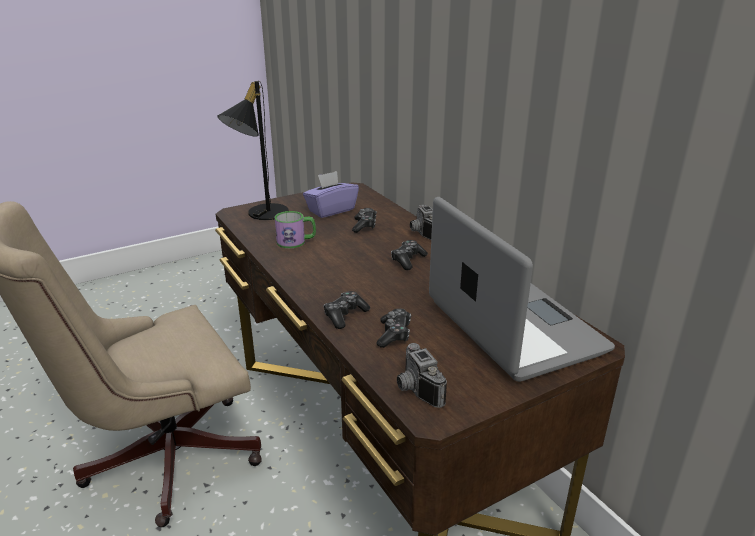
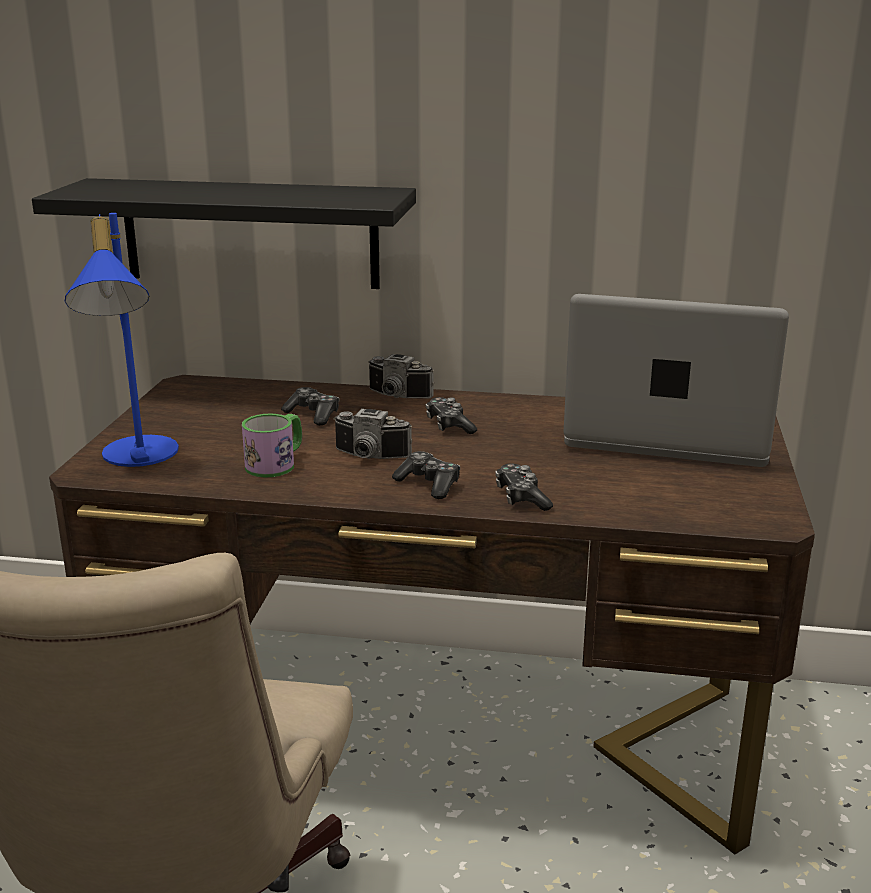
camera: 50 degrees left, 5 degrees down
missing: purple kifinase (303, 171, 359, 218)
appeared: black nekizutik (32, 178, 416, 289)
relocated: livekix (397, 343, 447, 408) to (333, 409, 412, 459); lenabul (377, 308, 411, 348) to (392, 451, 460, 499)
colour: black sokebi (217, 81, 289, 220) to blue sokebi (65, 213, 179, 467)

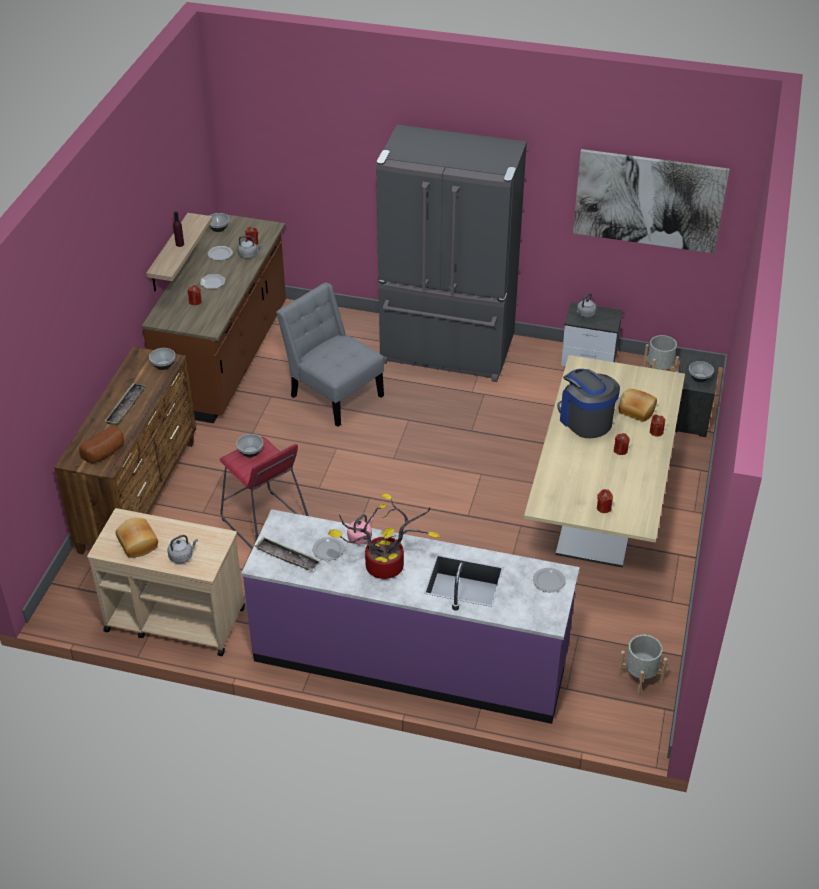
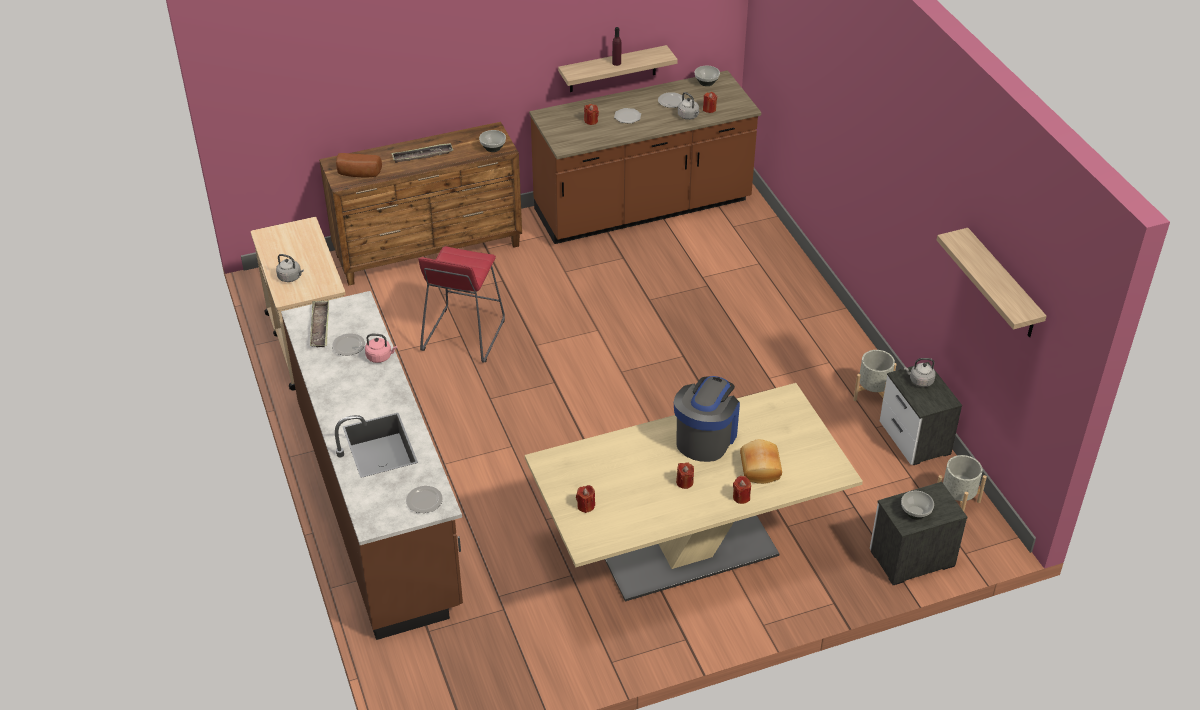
camera: 55 degrees right, 0 degrees up
missing: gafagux (115, 518, 158, 558); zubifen (236, 434, 263, 457); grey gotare (276, 282, 384, 427); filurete (328, 494, 440, 579); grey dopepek (376, 125, 527, 382)
relocated: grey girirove (618, 635, 667, 696) to (853, 350, 896, 408)
exchanged: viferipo (573, 149, 730, 253) to nekizutik (936, 228, 1046, 337)
colour: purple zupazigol (241, 509, 580, 724) to brown zupazigol (281, 291, 463, 640)

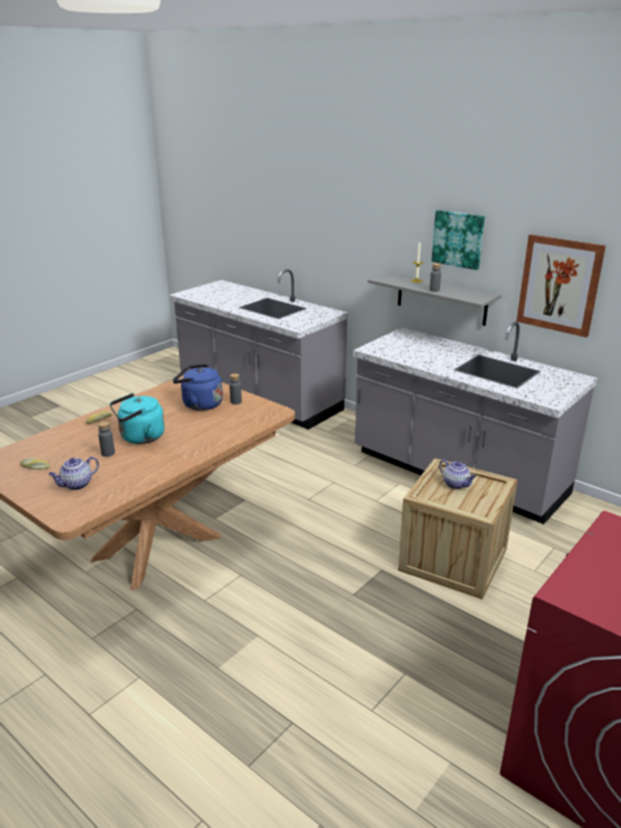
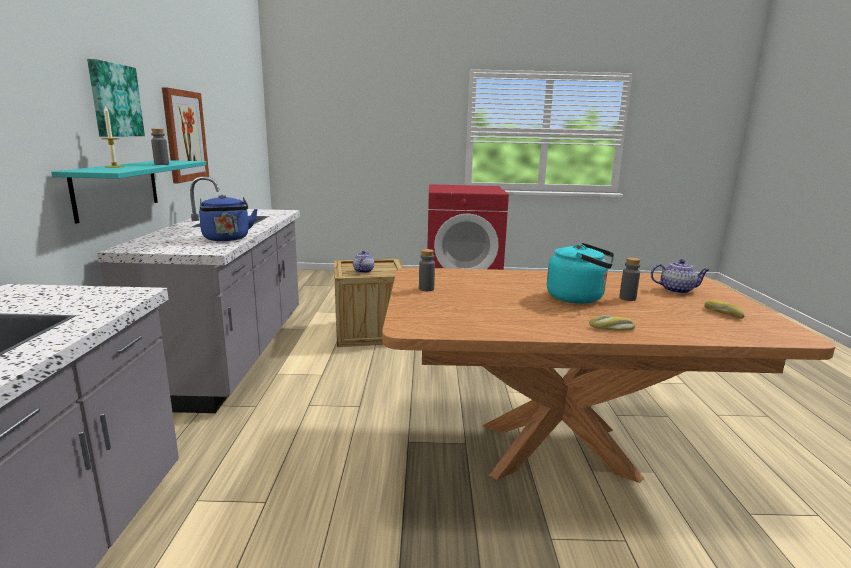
camera: 130 degrees left, 10 degrees down
relocated: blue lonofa (173, 364, 223, 411) to (199, 194, 258, 241)
colour: grey nekizutik (368, 272, 502, 326) to turquoise nekizutik (51, 160, 207, 224)

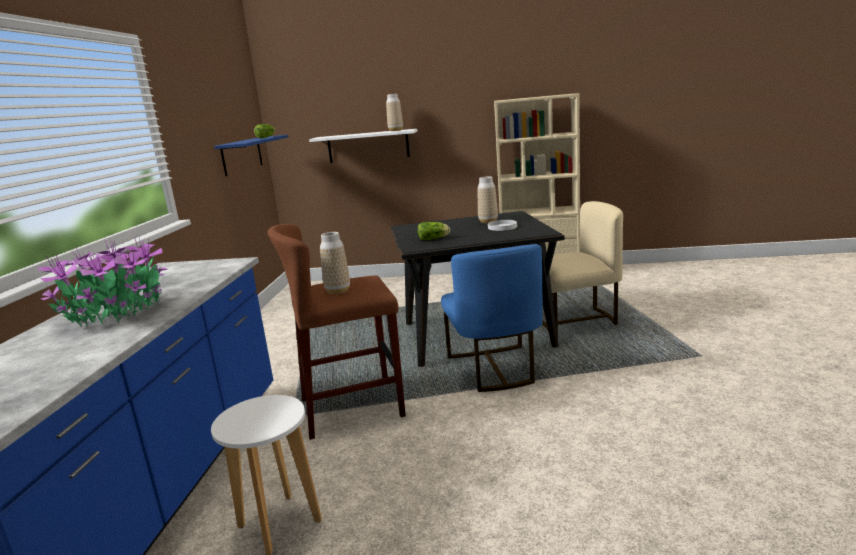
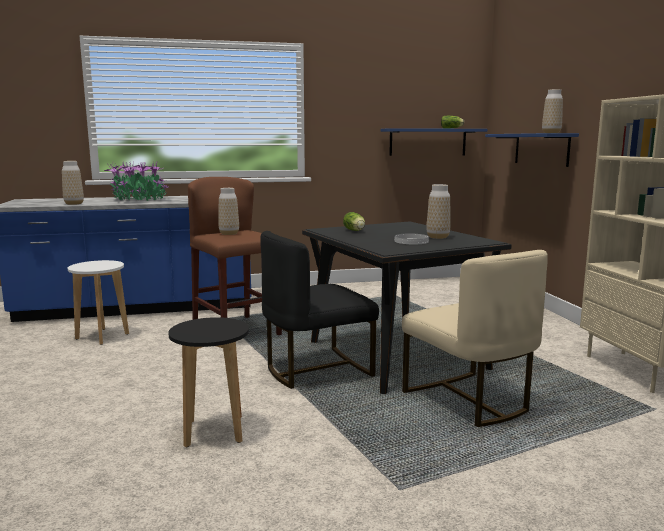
camera: 70 degrees right, 5 degrees down
appeared: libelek (62, 161, 84, 205); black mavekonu (168, 317, 249, 447)
colour: blue gotare (441, 244, 543, 392) to black gotare (260, 231, 379, 389); white nekizutik (309, 129, 417, 163) to blue nekizutik (485, 133, 579, 167)

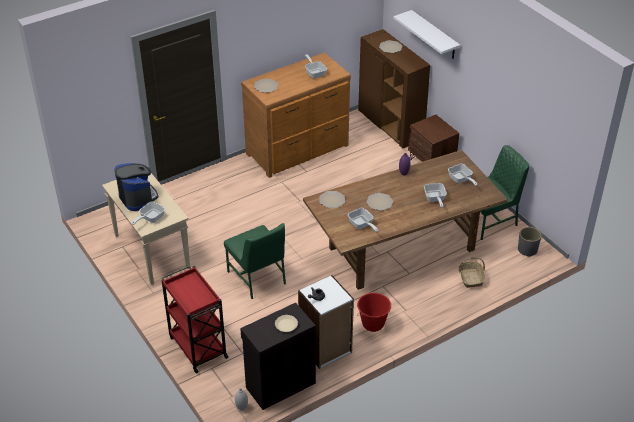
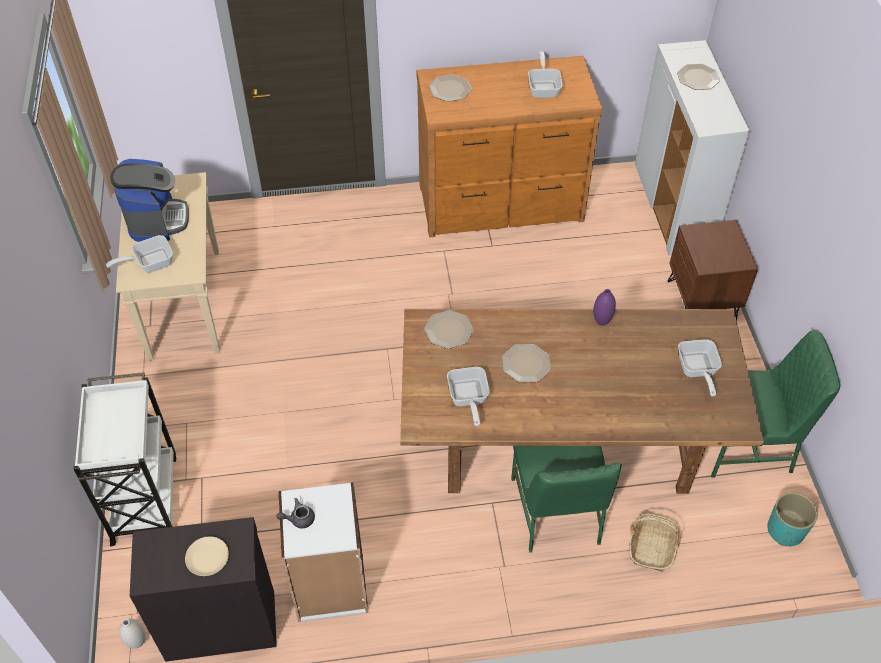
camera: 25 degrees right, 10 degrees up
missing: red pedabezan (357, 293, 391, 332); white nekizutik (393, 10, 460, 59); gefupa (424, 183, 447, 208)
relocated: green gotare (224, 223, 286, 299) to (511, 446, 622, 553)
colour: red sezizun (161, 265, 228, 373) to white sezizun (73, 372, 176, 547); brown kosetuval (358, 29, 430, 148) to white kosetuval (635, 40, 750, 256); grey girirove (518, 227, 542, 257) to turquoise girirove (767, 492, 818, 546)

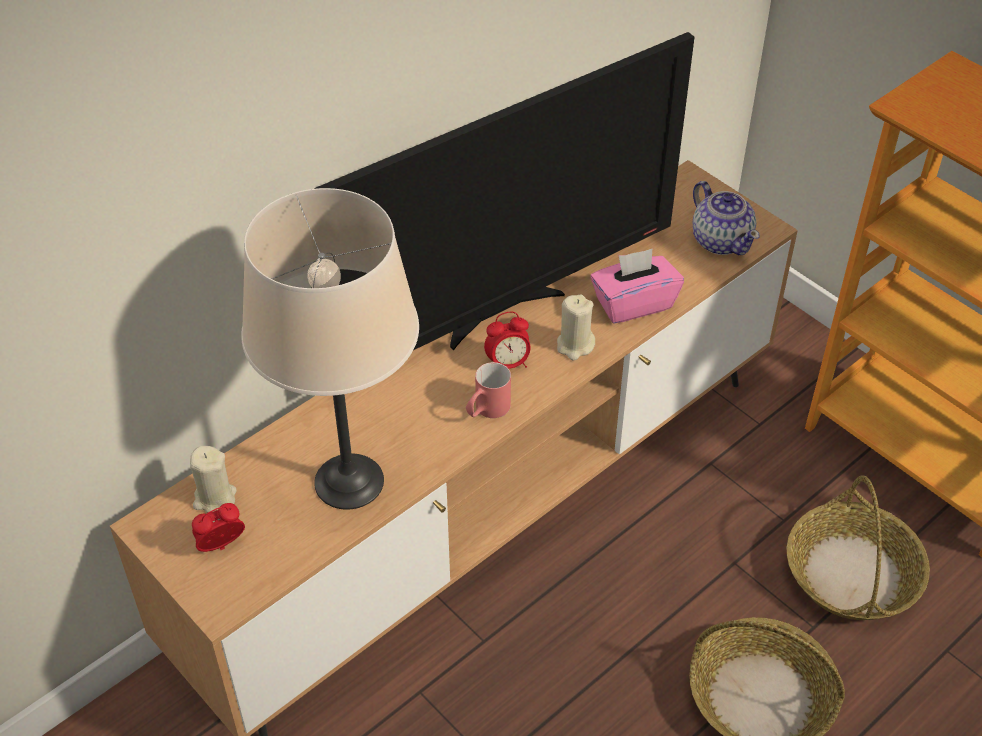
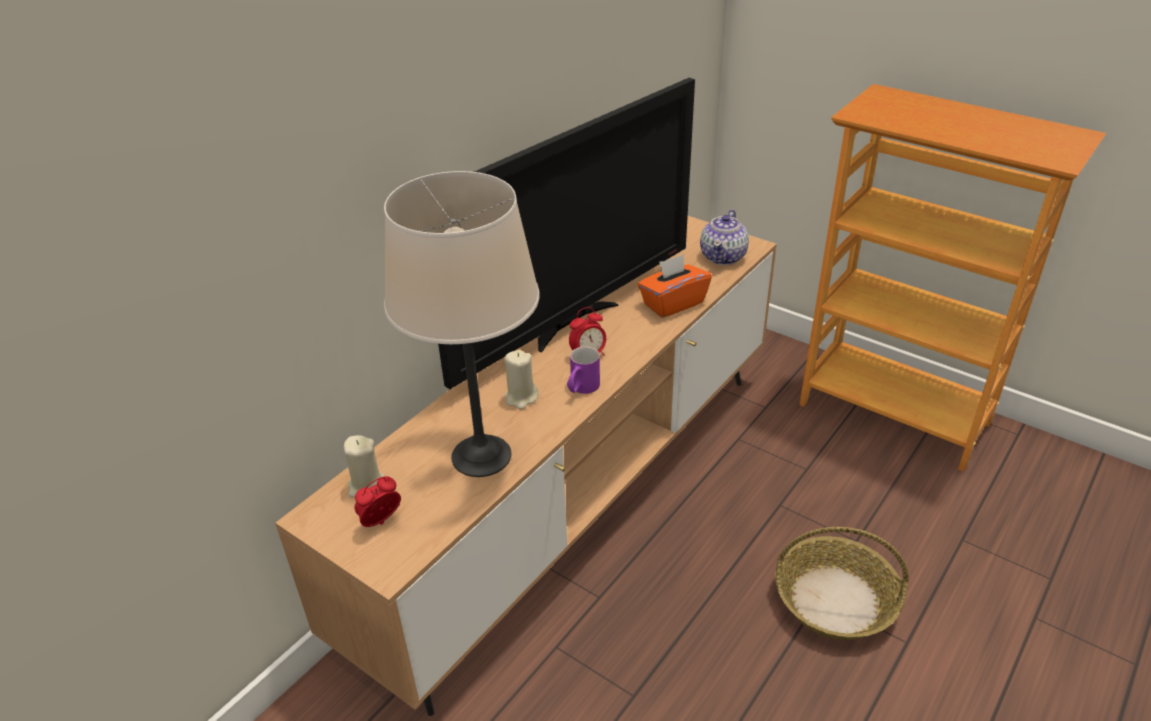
camera: 10 degrees left, 10 degrees down
missing: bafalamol (787, 475, 930, 620)
relocated: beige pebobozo (557, 294, 595, 360) to (504, 350, 539, 409)
colour: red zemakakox (466, 362, 511, 418) to purple zemakakox (567, 346, 600, 394); pink kifinase (590, 249, 684, 324) to orange kifinase (638, 254, 712, 318)
spun: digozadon (693, 181, 760, 255) = (700, 210, 749, 265) 60 degrees clockwise

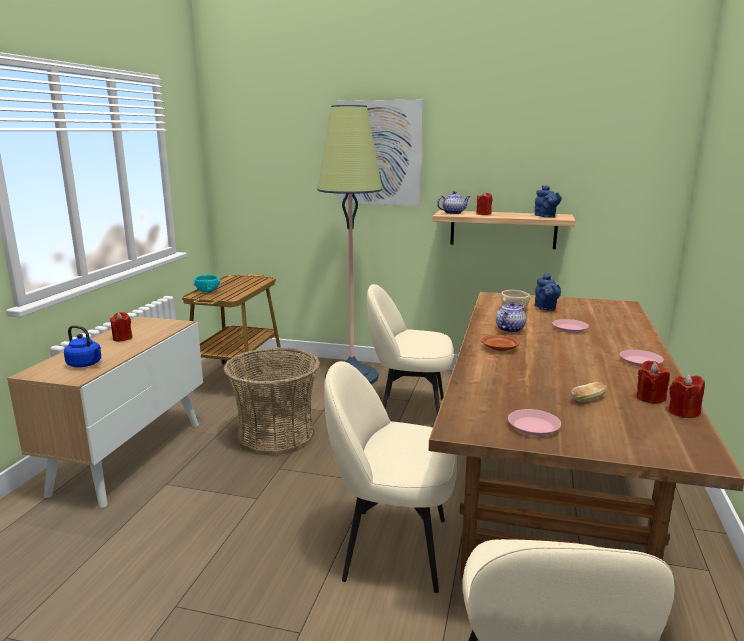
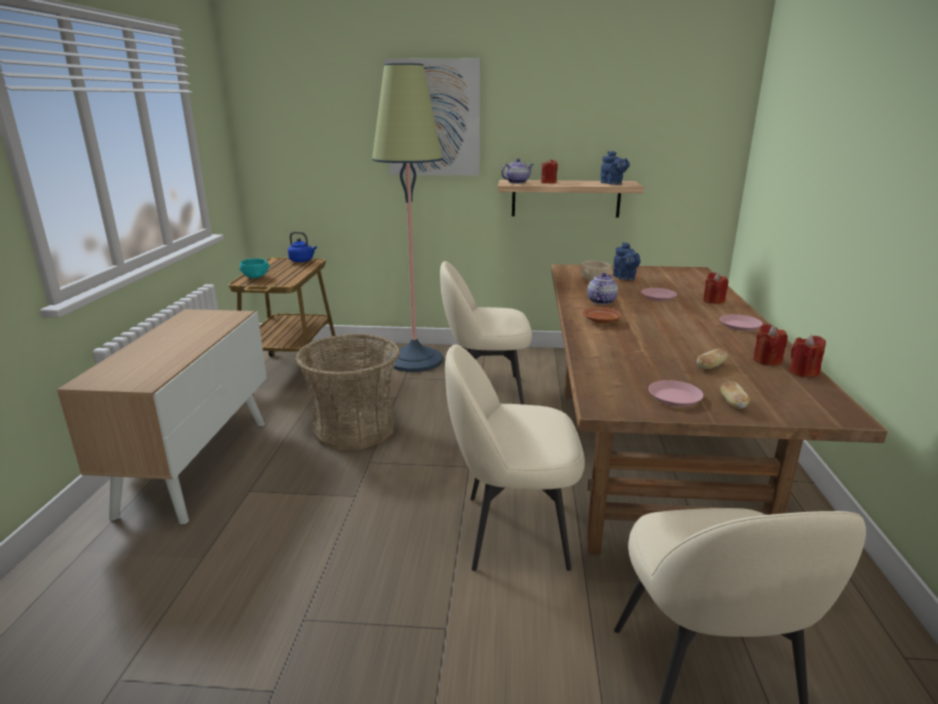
camera: 10 degrees left, 5 degrees up
appeared: gafagux (720, 381, 750, 409)
relocated: blue lonofa (64, 325, 101, 367) to (288, 232, 317, 262); red pebobozo (109, 312, 133, 341) to (703, 272, 728, 304)

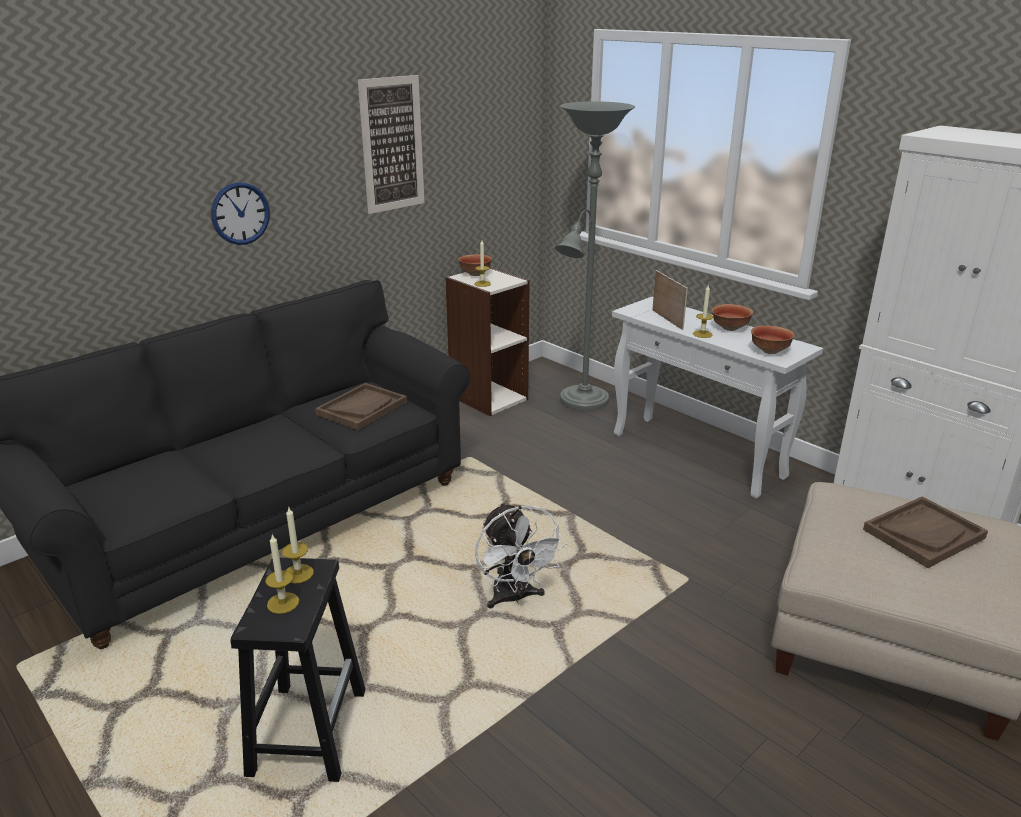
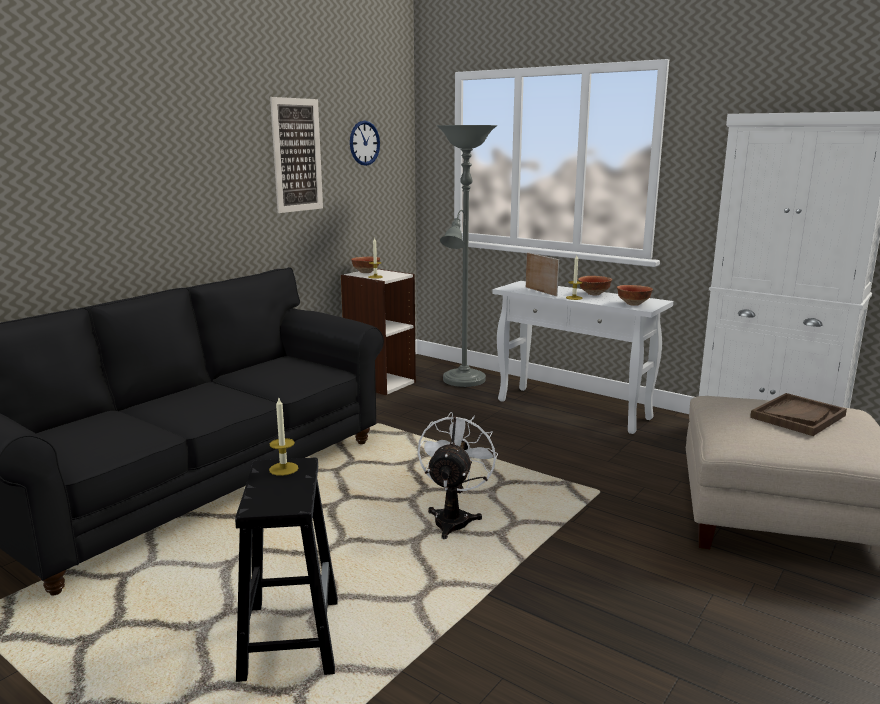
camera: 10 degrees left, 10 degrees down
missing: pebobozo (265, 534, 299, 614); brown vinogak (315, 383, 407, 430)
relocated: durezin (211, 182, 270, 245) to (350, 121, 380, 166)
spun: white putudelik (475, 503, 566, 608) = (418, 412, 498, 539) 135 degrees counterclockwise

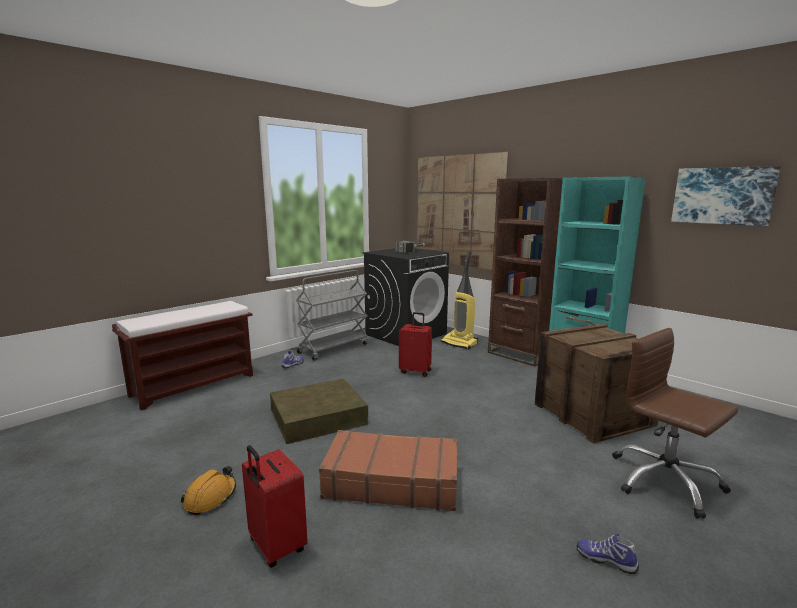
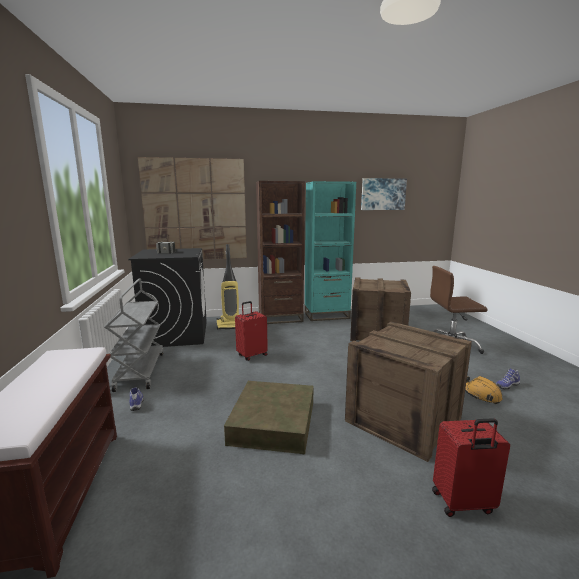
camera: 55 degrees left, 0 degrees up
relocated: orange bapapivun (181, 466, 236, 515) to (465, 376, 503, 404)
exchanged: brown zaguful (319, 430, 458, 511) to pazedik (345, 322, 472, 462)

